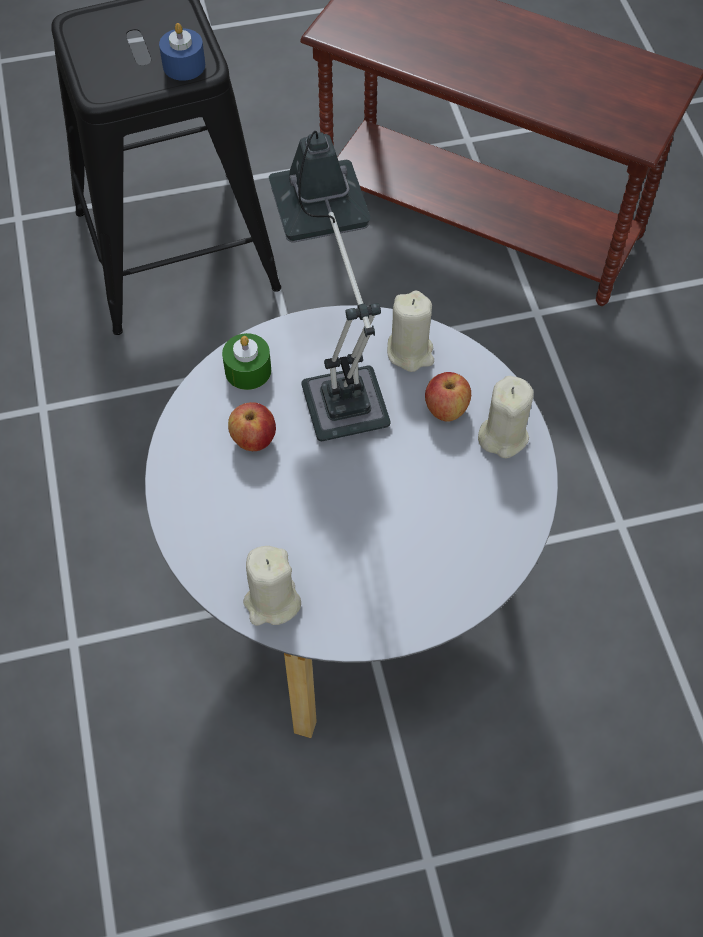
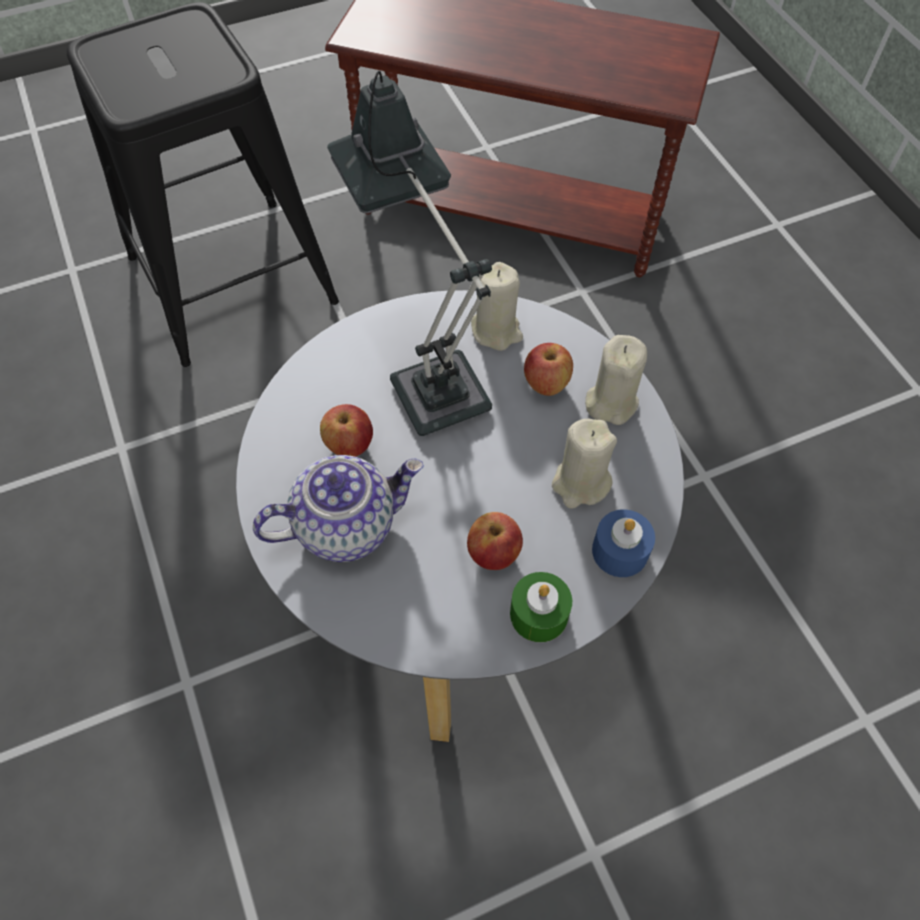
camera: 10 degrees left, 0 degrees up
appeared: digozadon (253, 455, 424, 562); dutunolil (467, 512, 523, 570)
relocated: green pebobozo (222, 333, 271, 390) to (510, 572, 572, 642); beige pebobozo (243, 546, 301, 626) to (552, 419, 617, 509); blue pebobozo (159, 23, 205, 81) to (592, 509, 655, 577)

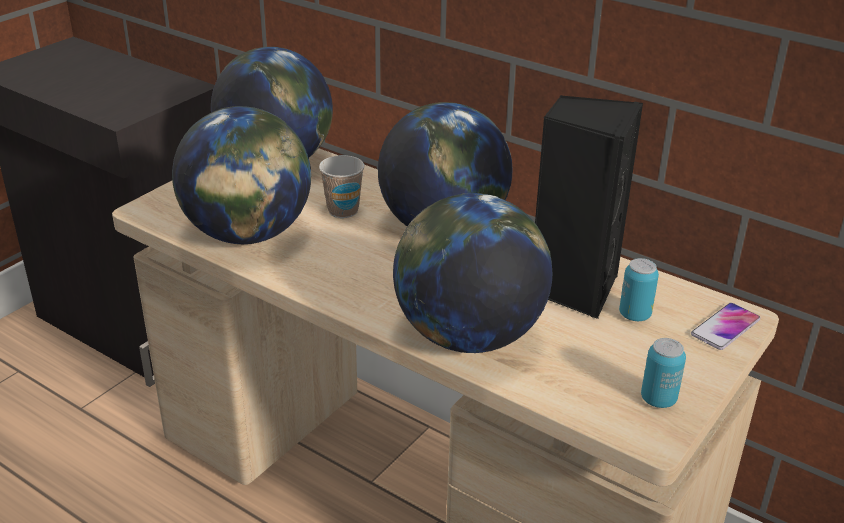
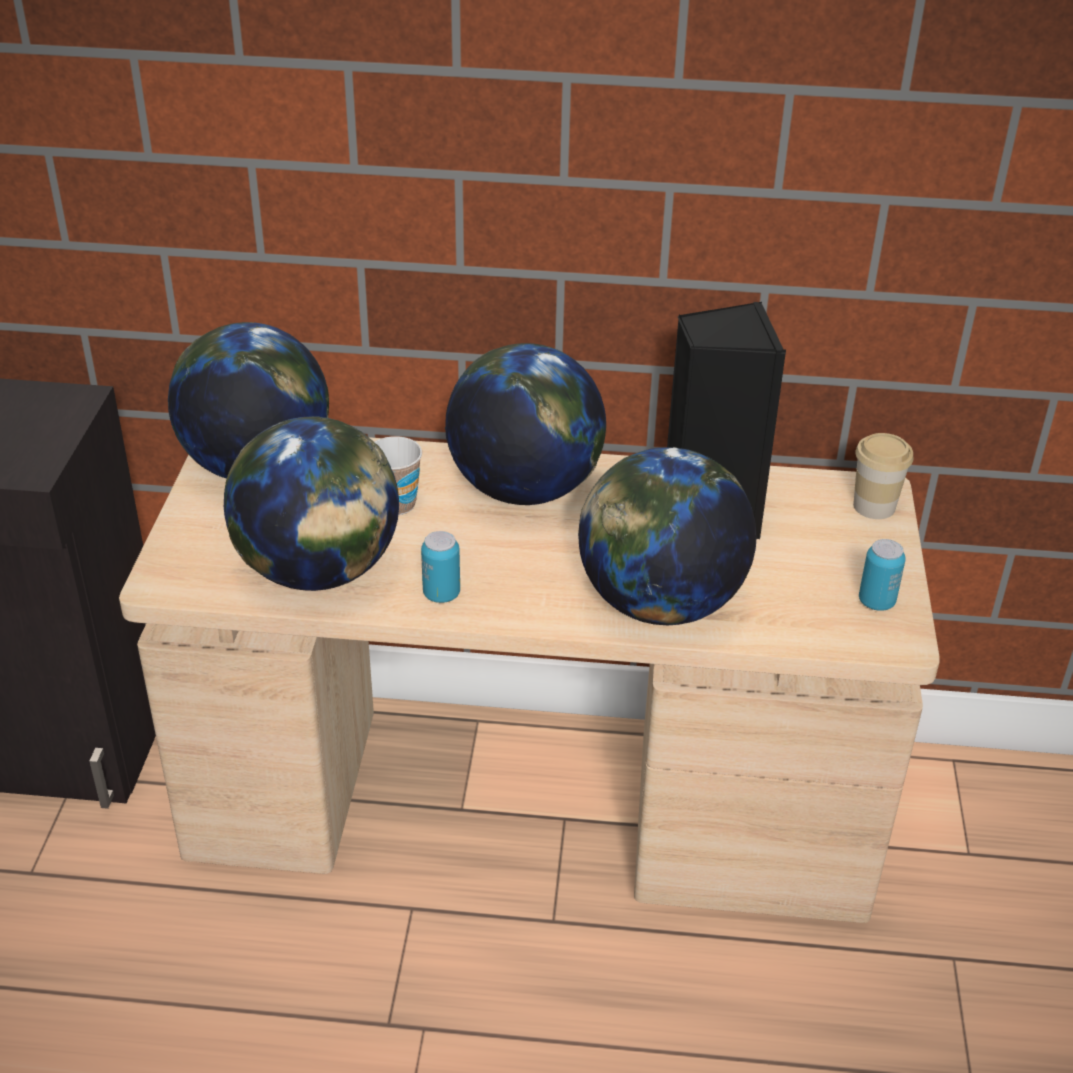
camera: 30 degrees left, 5 degrees up
relocated: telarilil (619, 258, 659, 321) to (421, 531, 460, 603)
exchanged: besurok (691, 303, 760, 350) to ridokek (853, 433, 913, 519)

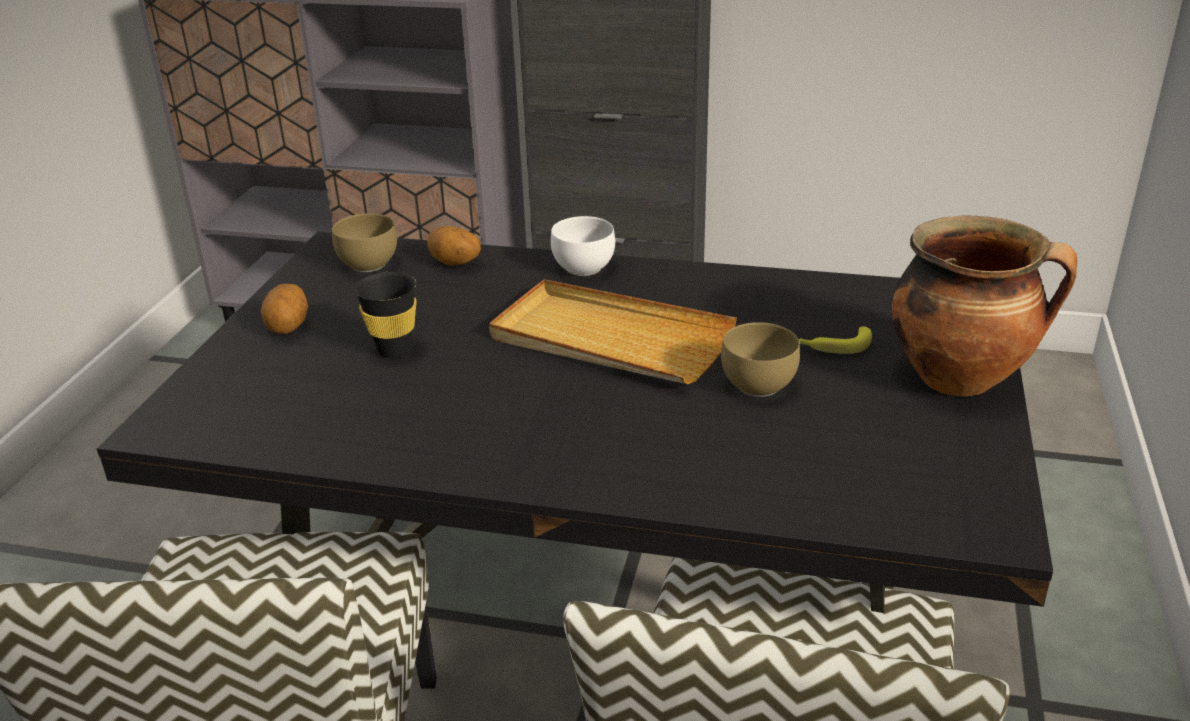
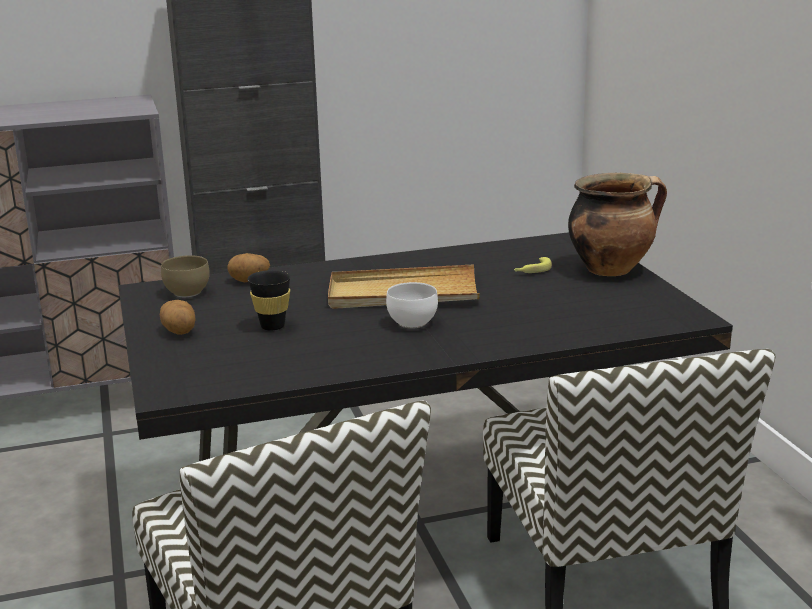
camera: 30 degrees left, 10 degrees down
missing: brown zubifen (721, 322, 800, 397)
relocated: white zubifen (551, 216, 615, 276) to (386, 282, 438, 329)

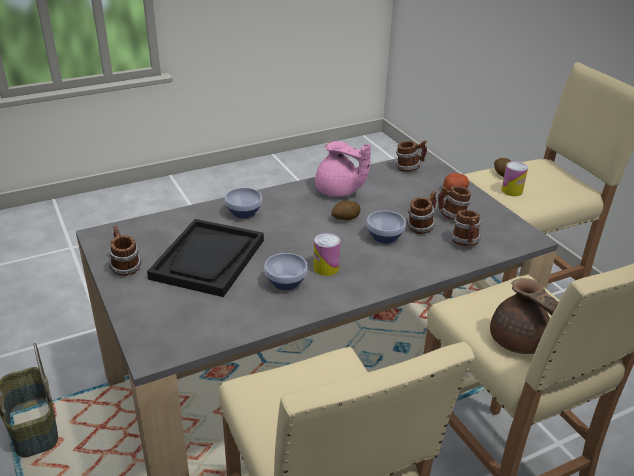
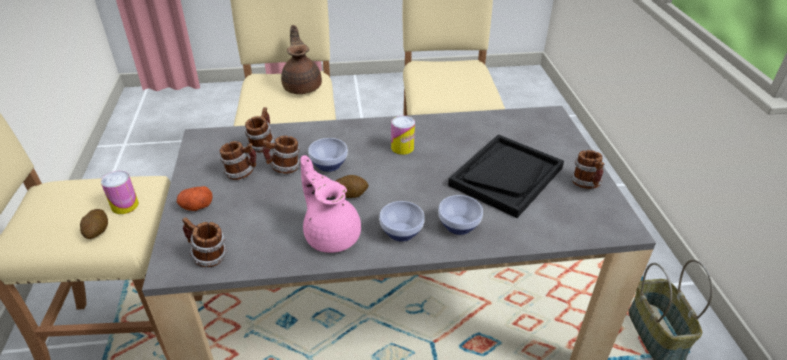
camera: 160 degrees left, 5 degrees up
relocated: zubifen (264, 253, 308, 290) to (379, 201, 425, 242)

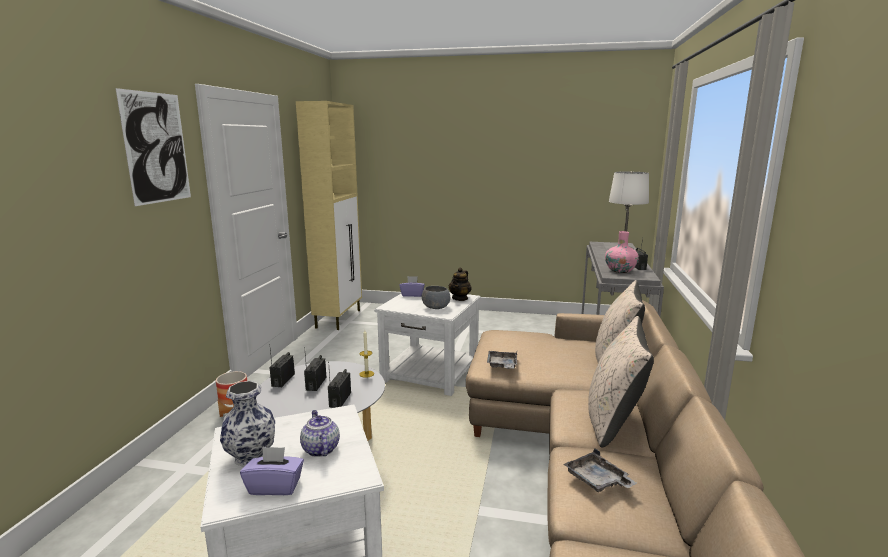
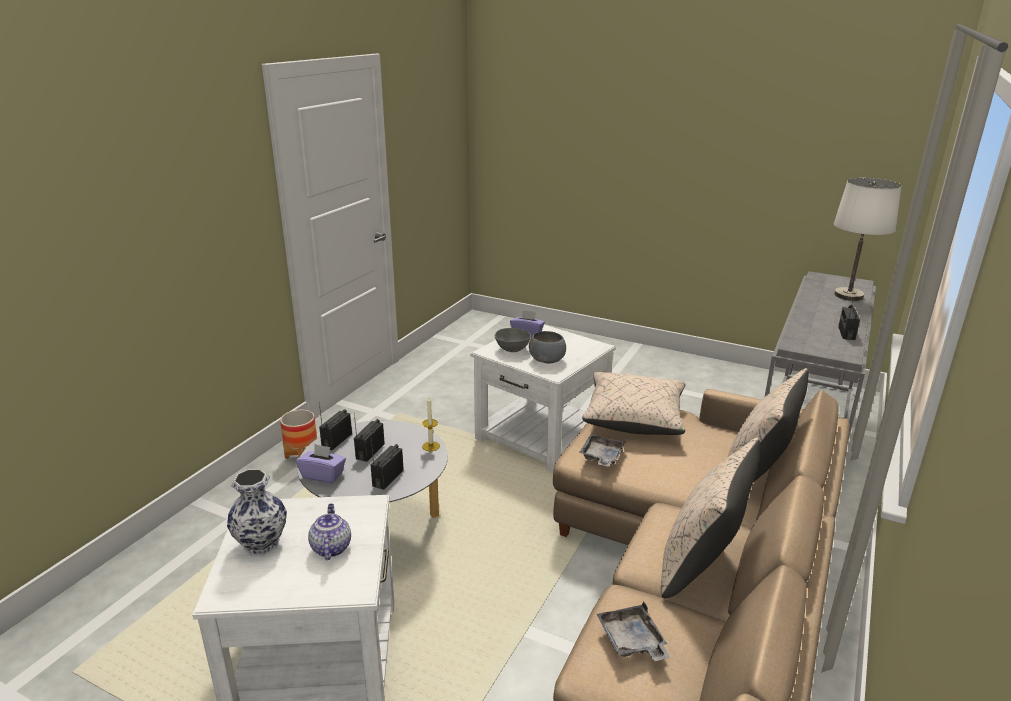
camera: 15 degrees right, 10 degrees up
missing: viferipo (115, 88, 191, 206); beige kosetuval (296, 101, 362, 330); digozadon (449, 267, 472, 301); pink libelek (605, 231, 639, 273)
appeared: grey zubifen (495, 328, 531, 352); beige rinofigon (582, 372, 686, 435)
relocated: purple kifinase (240, 446, 304, 495) to (296, 444, 346, 483)

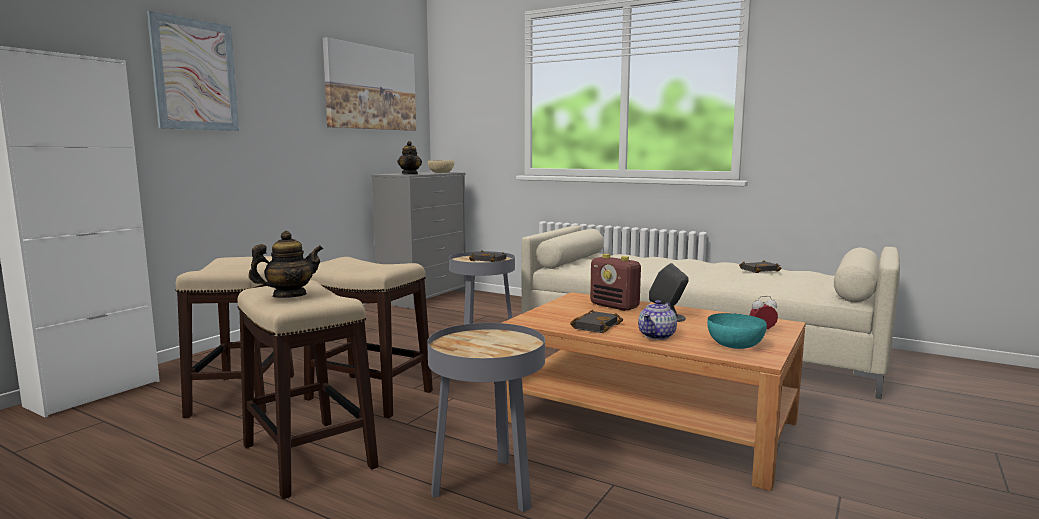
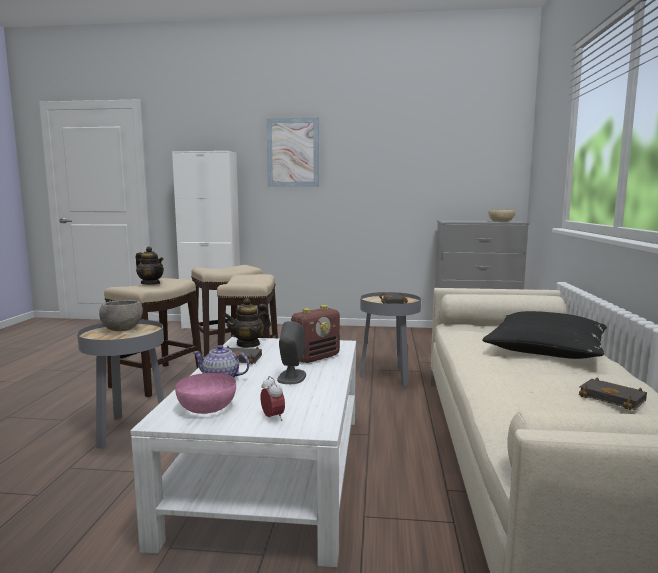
camera: 65 degrees right, 0 degrees up
missing: viferipo (323, 37, 416, 131)
appeared: grey zubifen (99, 300, 143, 331); black rinofigon (482, 311, 607, 359)
relocated: digozadon (397, 141, 422, 174) to (224, 298, 271, 348)
colour: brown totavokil (502, 292, 806, 491) to white totavokil (130, 337, 356, 567); turquoise zubifen (707, 313, 767, 349) to pink zubifen (175, 373, 236, 414)
spun: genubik (590, 254, 641, 311) = (291, 305, 340, 363) 150 degrees counterclockwise

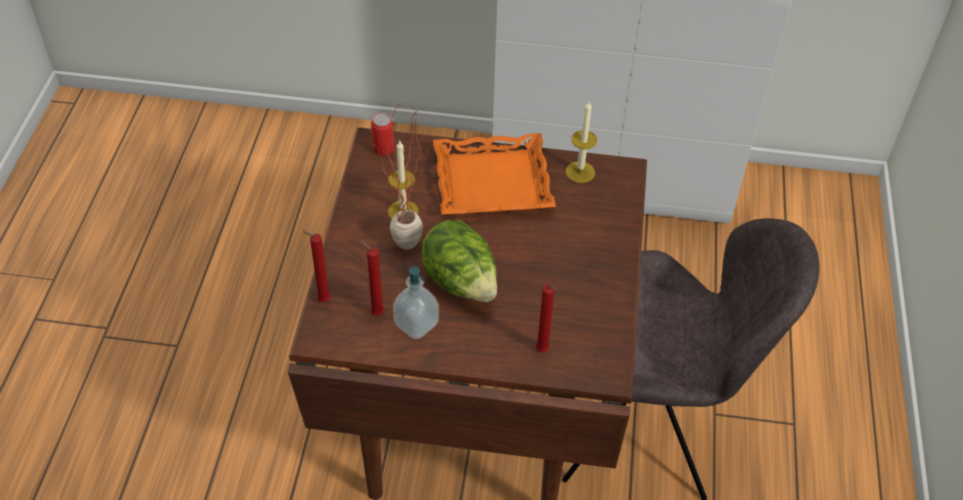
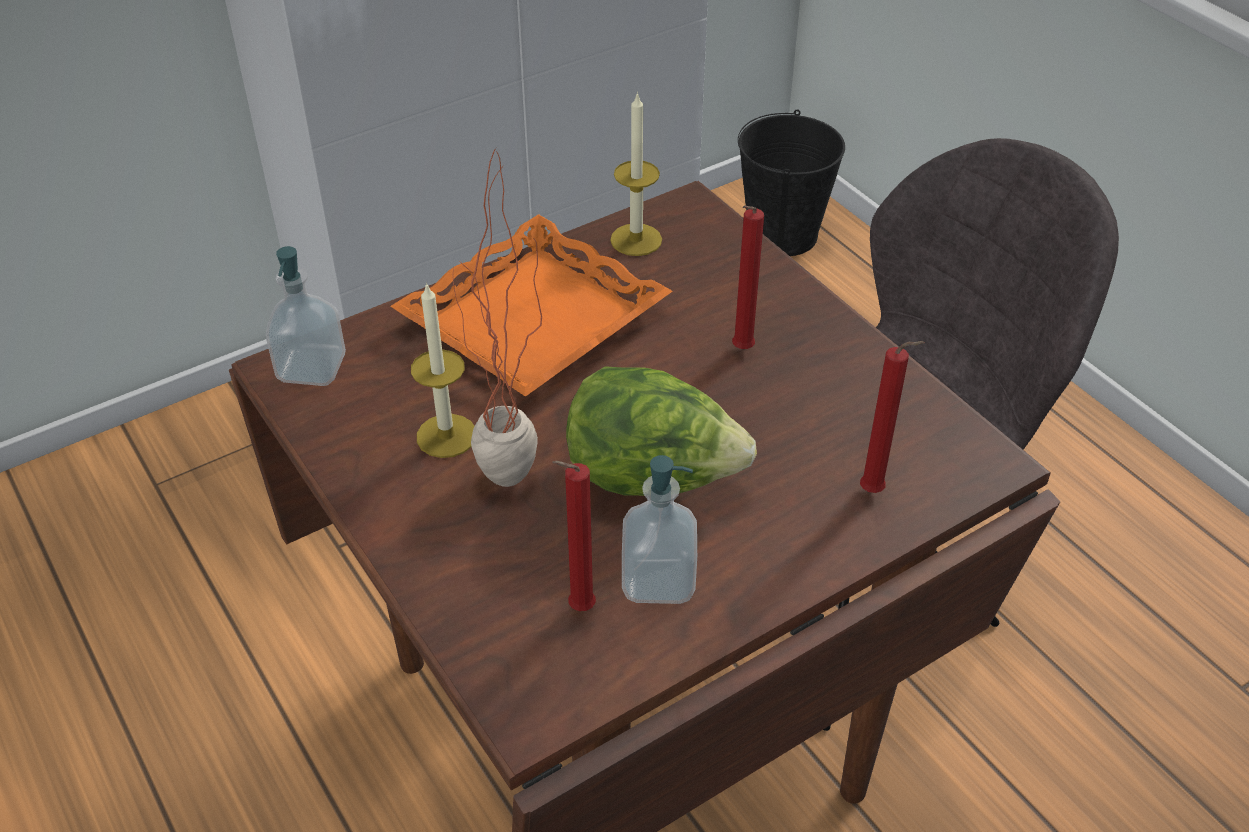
camera: 40 degrees left, 5 degrees down
appeared: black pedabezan (738, 110, 845, 256)
relocated: red pebobozo (303, 231, 331, 302) to (732, 205, 764, 349)
exchanged: telarilil (371, 113, 394, 156) to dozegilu (266, 246, 346, 386)

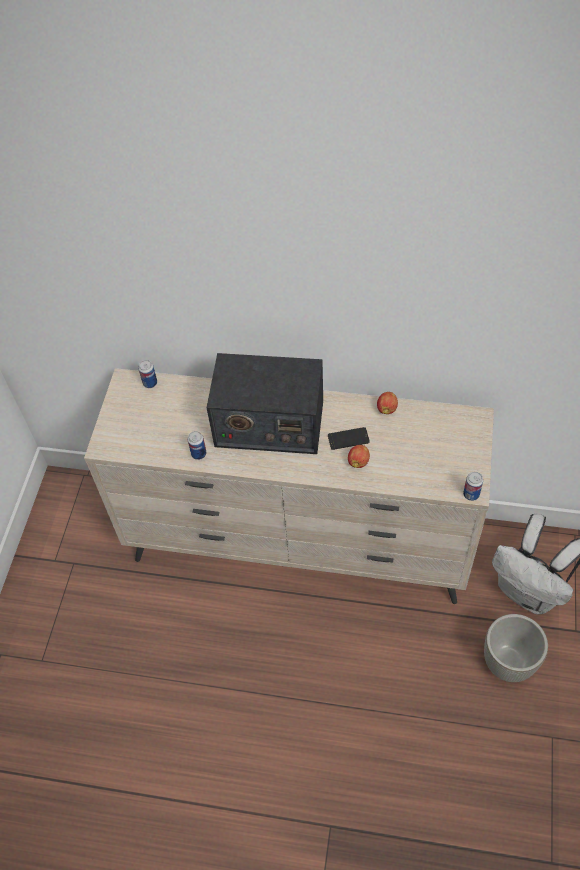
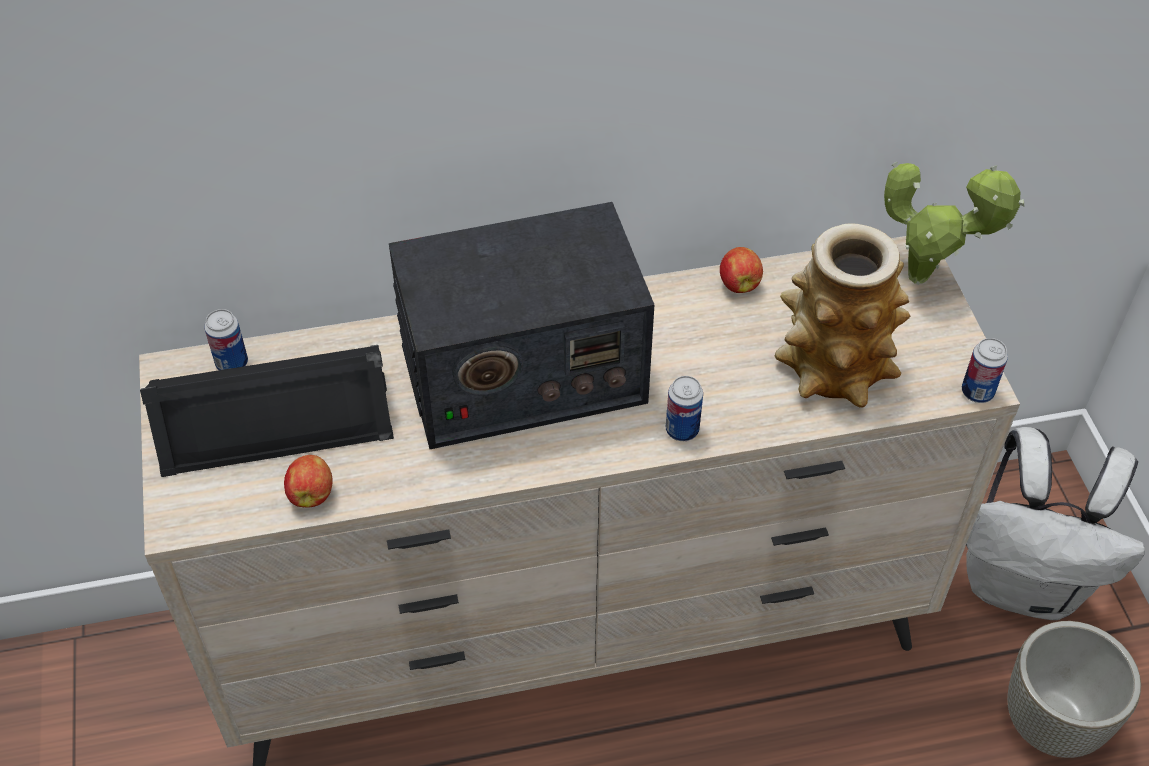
camera: 25 degrees left, 5 degrees down
missing: besurok (328, 427, 370, 450)
appeared: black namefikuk (140, 345, 394, 477); libelek (775, 223, 910, 408); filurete (884, 162, 1025, 285)
relocated: dutunolil (348, 445, 370, 468) to (284, 455, 333, 508); telarilil (188, 431, 207, 460) to (666, 376, 703, 441)

